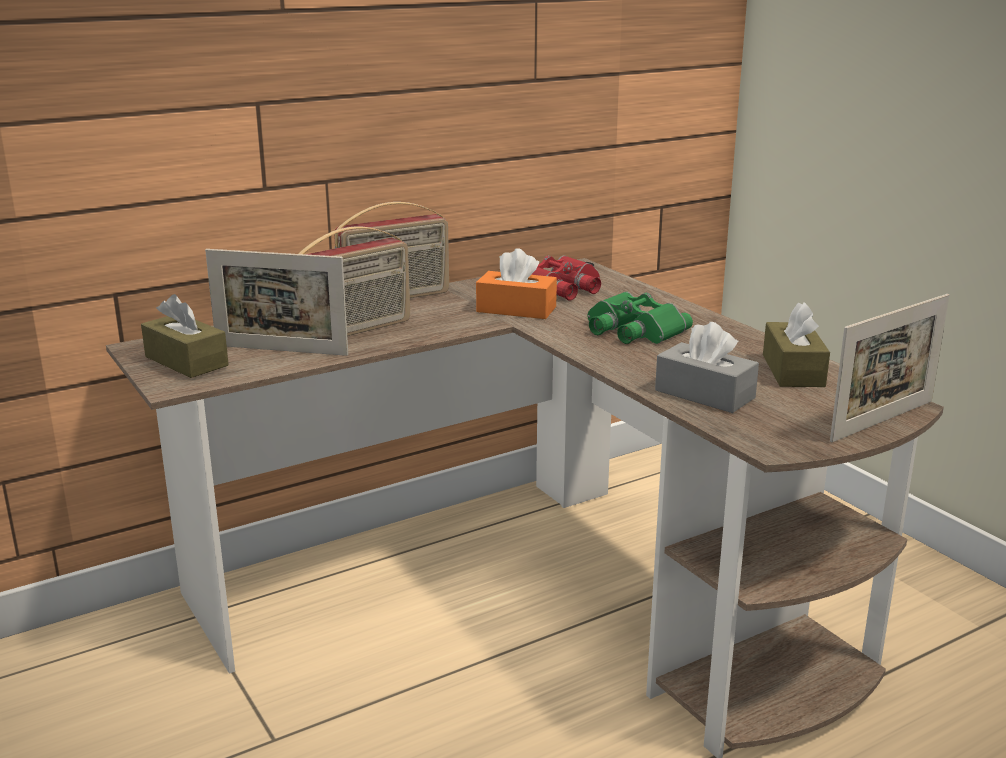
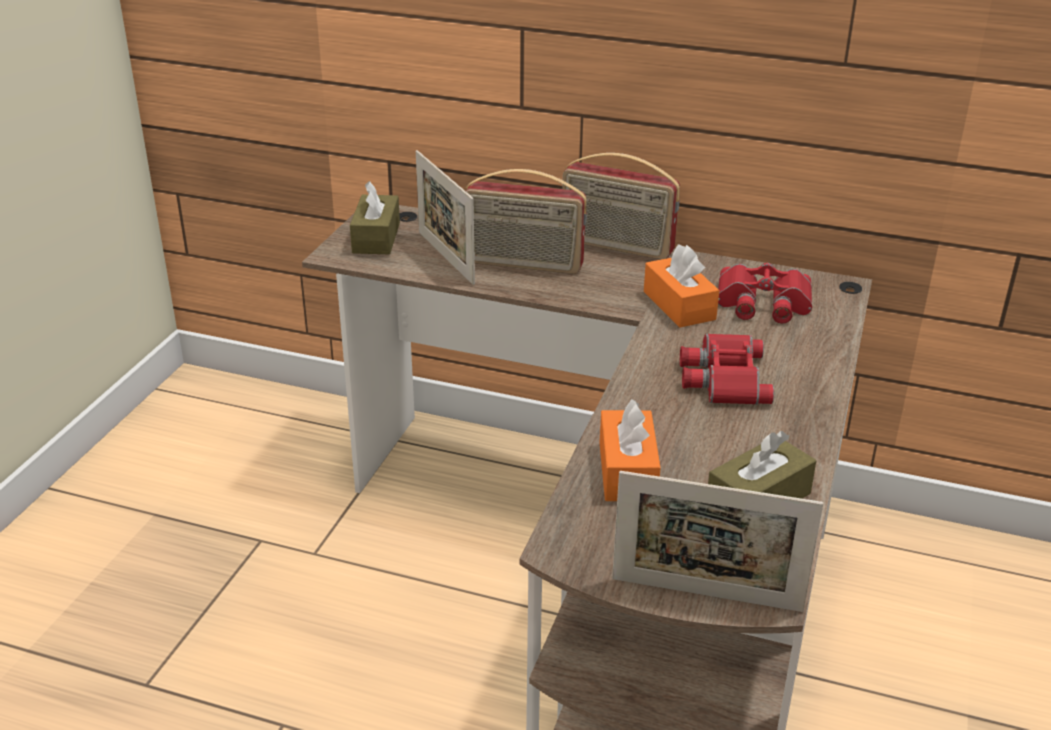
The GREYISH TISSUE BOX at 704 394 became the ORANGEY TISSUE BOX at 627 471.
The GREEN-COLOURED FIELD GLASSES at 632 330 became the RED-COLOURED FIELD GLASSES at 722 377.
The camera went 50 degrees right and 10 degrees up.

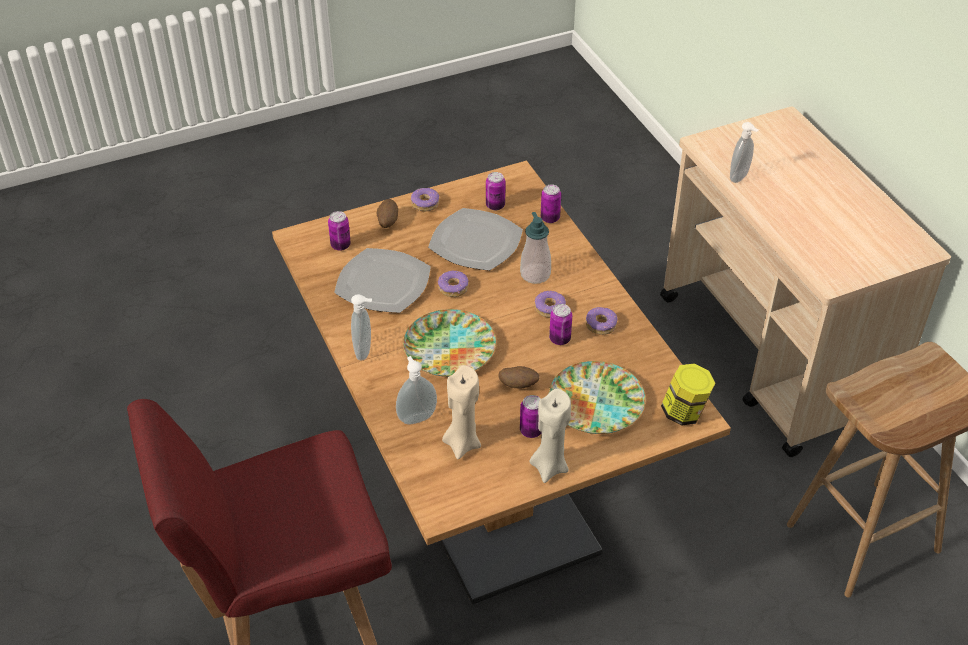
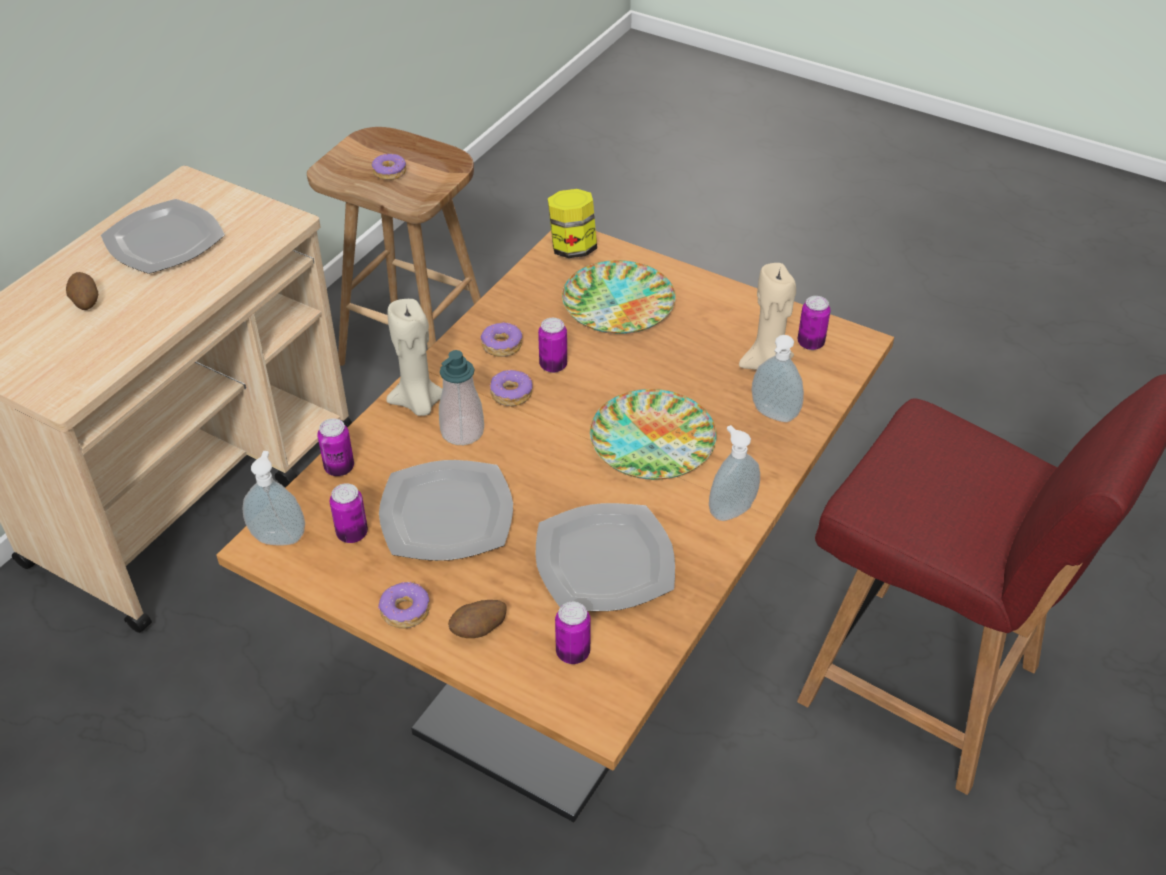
The WHOLE POTATO moved from 518 385 to 85 302.
The PLATE at 162 240 appeared.
The LIQUID SOAP BOTTLE moved from 740 177 to 279 537.
The DOUGHNUT moved from 453 288 to 390 172.
The BEIGE WAX CANDLE moved from 549 466 to 418 404.
The SEALED CAN moved from 531 431 to 810 343.
The camera went 125 degrees left and 0 degrees up.

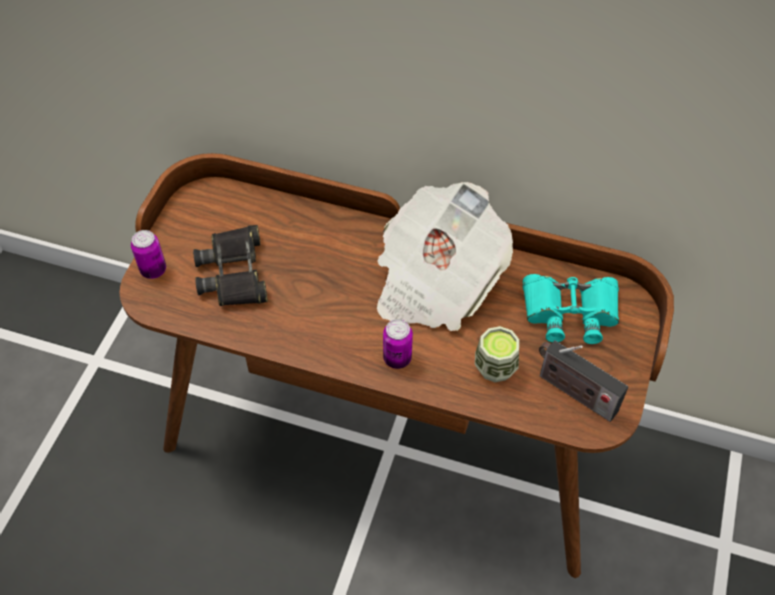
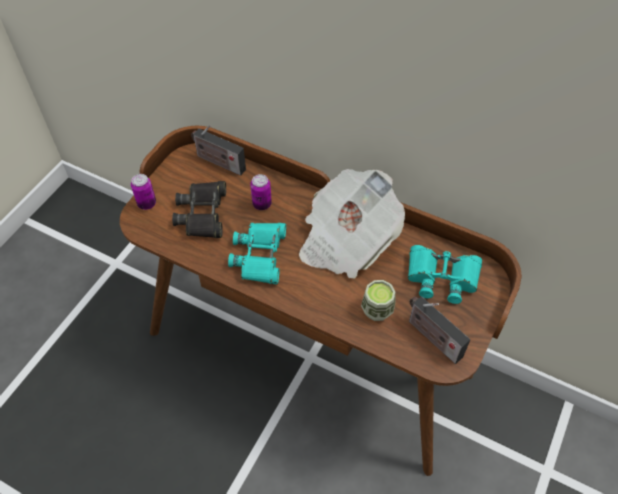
The RADIO at 218 162 appeared.
The BLUE-GREEN FIELD GLASSES at 260 256 appeared.
The SEALED CAN moved from 397 358 to 262 204.
The camera went 10 degrees right and 0 degrees up.

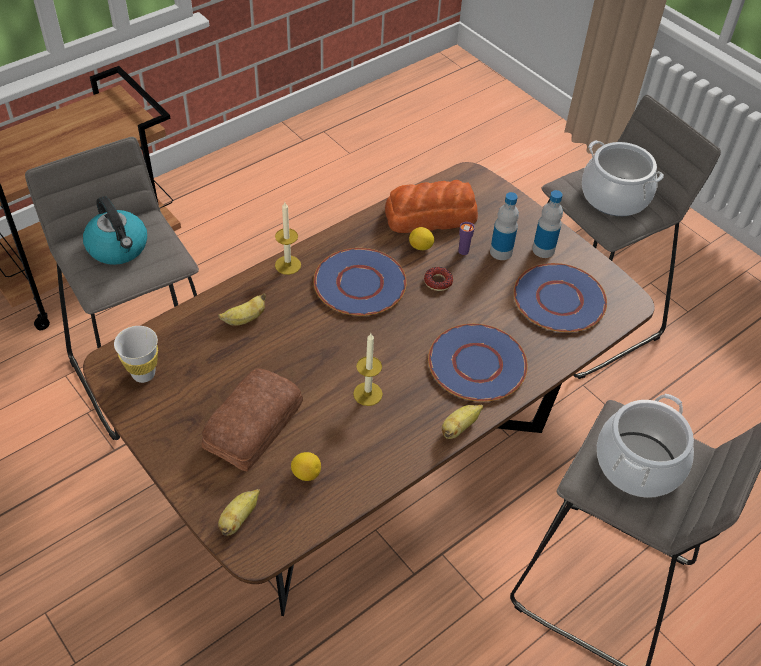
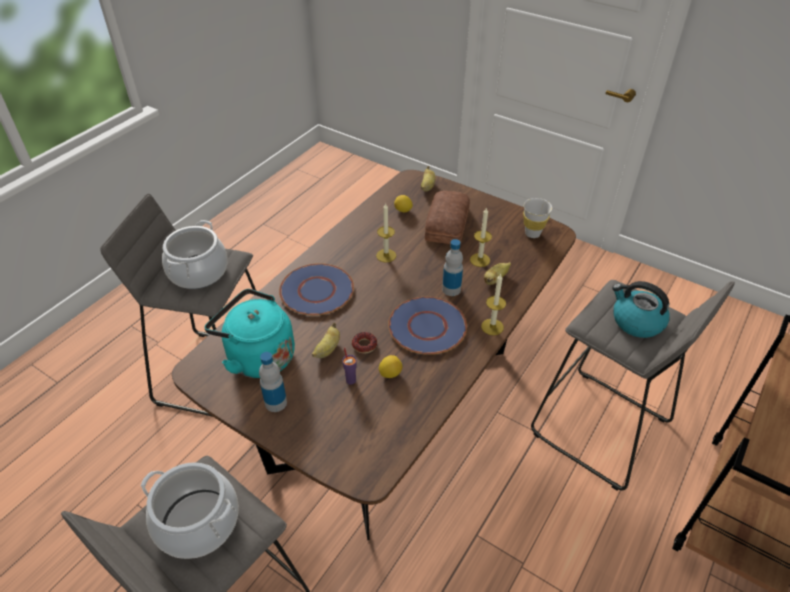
The BLUISH PLATE at 559 300 was replaced by the BLUE-GREEN TEA KETTLE at 257 356.
The BANANA FRUIT moved from 459 427 to 327 350.
The BOTTLE moved from 501 252 to 451 289.
The WAX CANDLE at 480 260 appeared.
The BREAD at 431 216 disappeared.
The camera went 165 degrees right and 5 degrees down.

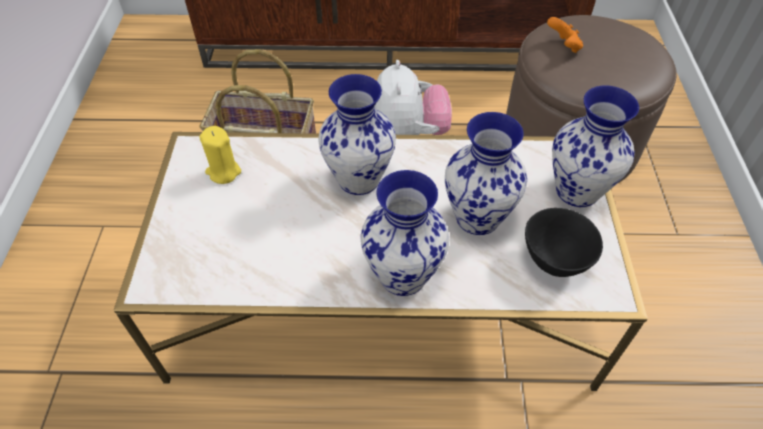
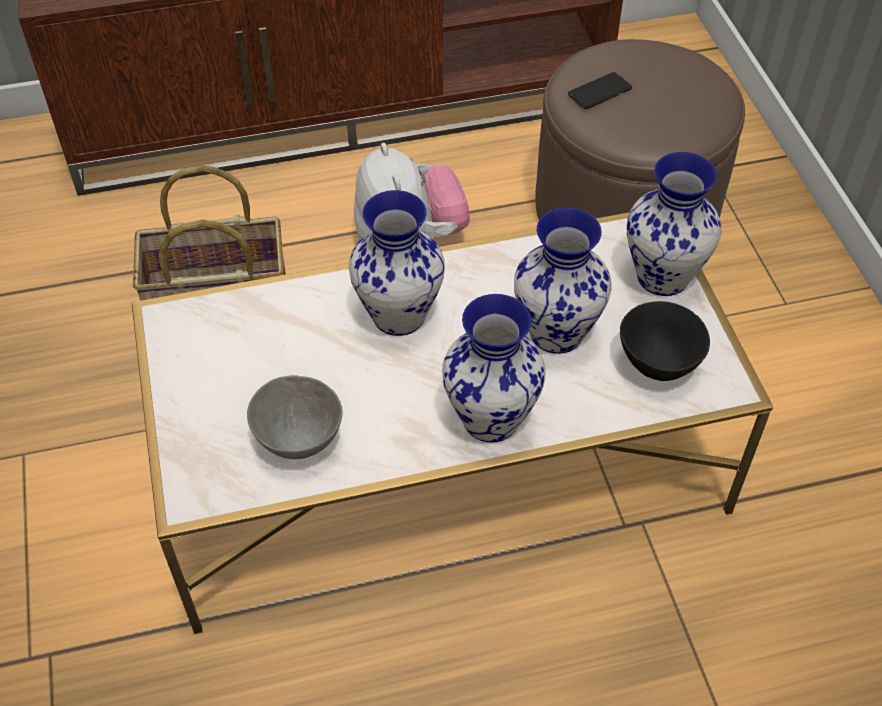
The GREYISH DEEP DISH at 298 442 appeared.
The ORANGEY GAMEPAD at 563 46 was replaced by the TELEPHONE at 599 92.
The YELLOW WAX CANDLE at 223 172 disappeared.
The camera went 15 degrees left and 0 degrees up.

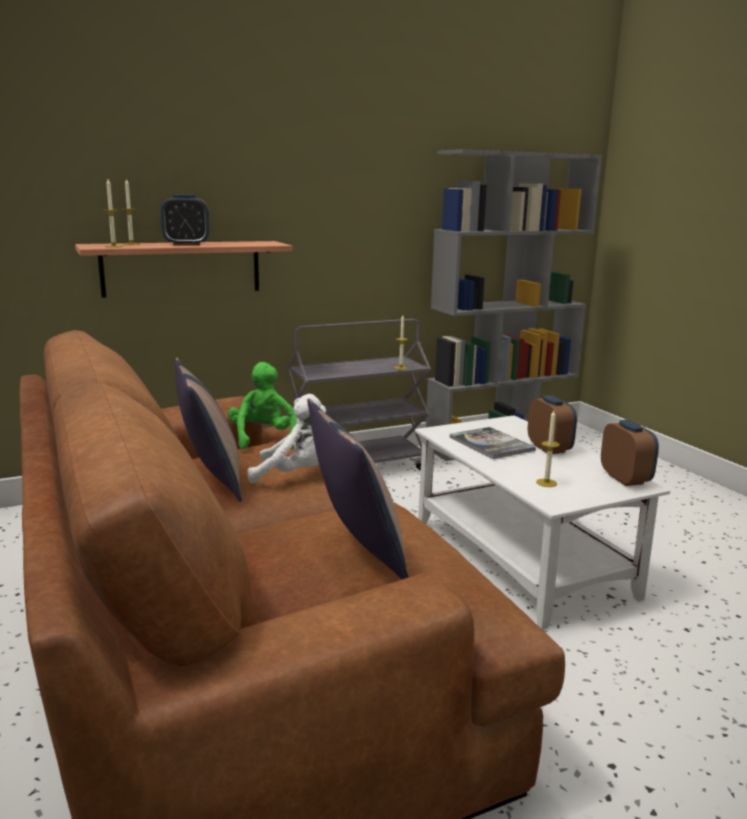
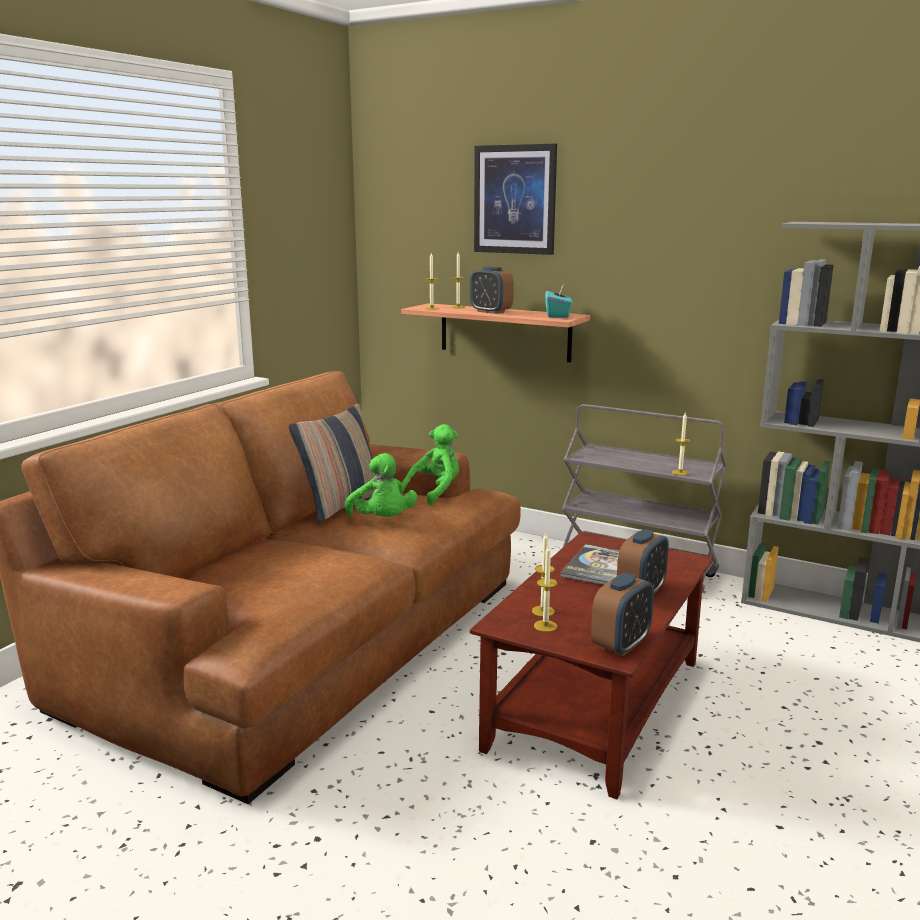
The WHITISH CUDDLY TOY at 295 475 became the GREEN-COLOURED CUDDLY TOY at 382 521.
The WHITISH LOW TABLE at 518 557 became the BROWN LOW TABLE at 596 702.
The WALL ART at 515 199 appeared.
The WAX CANDLE at 545 626 appeared.
The BLUE-GREEN TISSUE BOX at 558 315 appeared.
The PILLOW at 356 553 disappeared.
The camera went 55 degrees right and 0 degrees up.

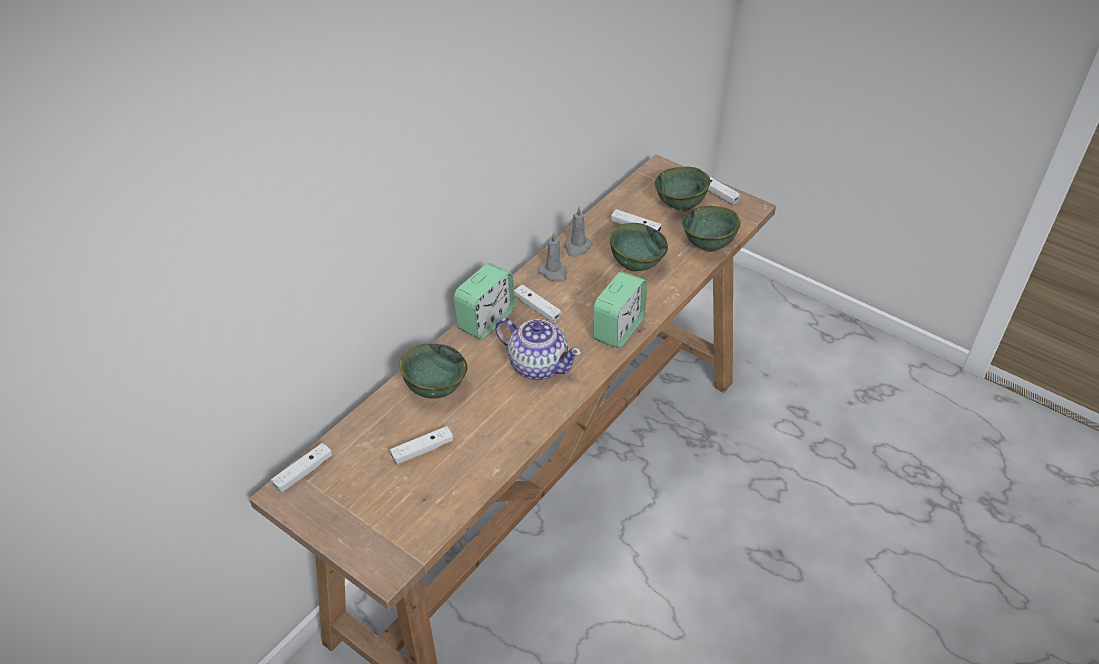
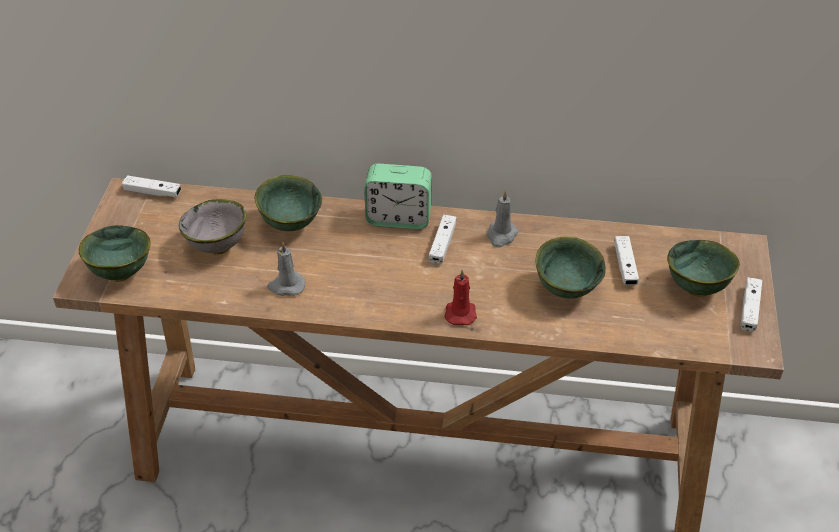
The GREEN-COLOURED DEEP DISH moved from 708 246 to 119 272.
The WHITISH GAMEPAD at 422 450 was replaced by the GREYISH DEEP DISH at 217 247.
The GREYISH WAX CANDLE moved from 577 247 to 286 286.
The BEDSIDE CLOCK at 618 329 was replaced by the RED-COLOURED WAX CANDLE at 460 312.
The POT FOR TEA at 537 364 disappeared.
The camera went 60 degrees right and 0 degrees up.

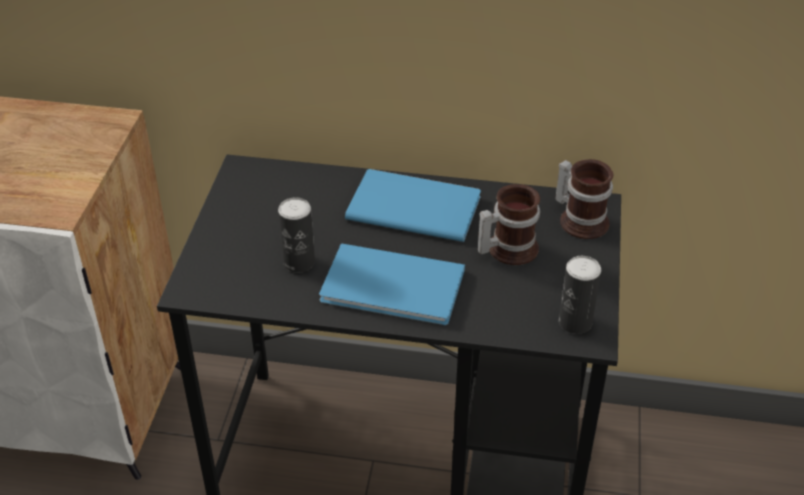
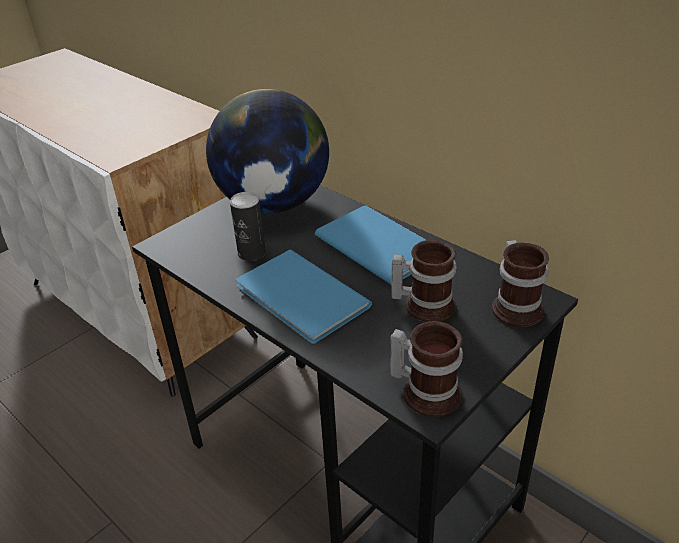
The WORLD GLOBE at 274 204 appeared.
The SEALED CAN at 575 322 was replaced by the MUG at 427 390.
The camera went 35 degrees right and 5 degrees down.

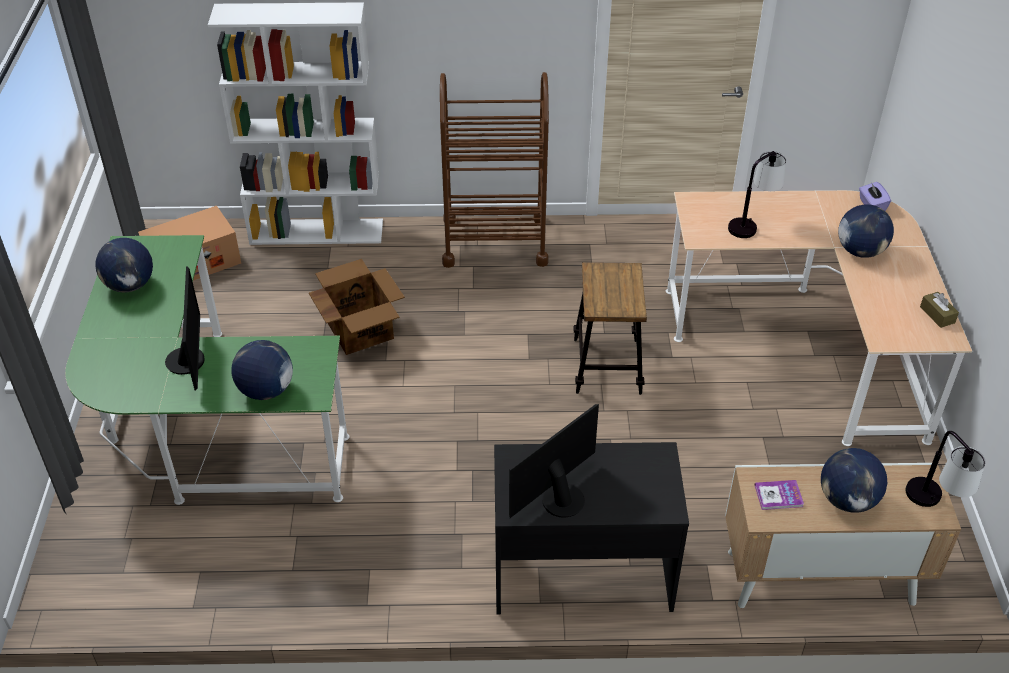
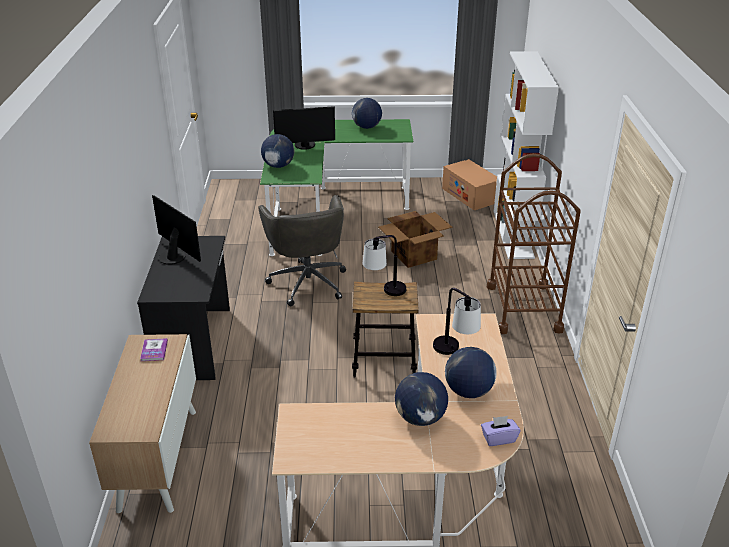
The GREYISH DESK CHAIR at 308 281 appeared.
The TABLETOP LAMP moved from 933 506 to 384 292.
The WORLD GLOBE moved from 847 500 to 468 391.
The BROWN TISSUE BOX at 937 315 disappeared.
The camera went 90 degrees right and 10 degrees down.

